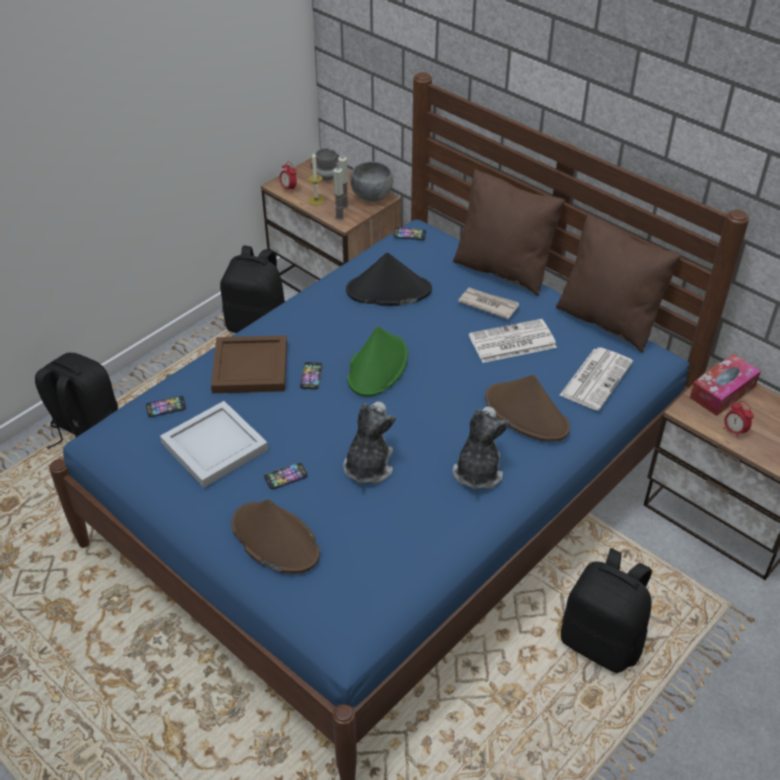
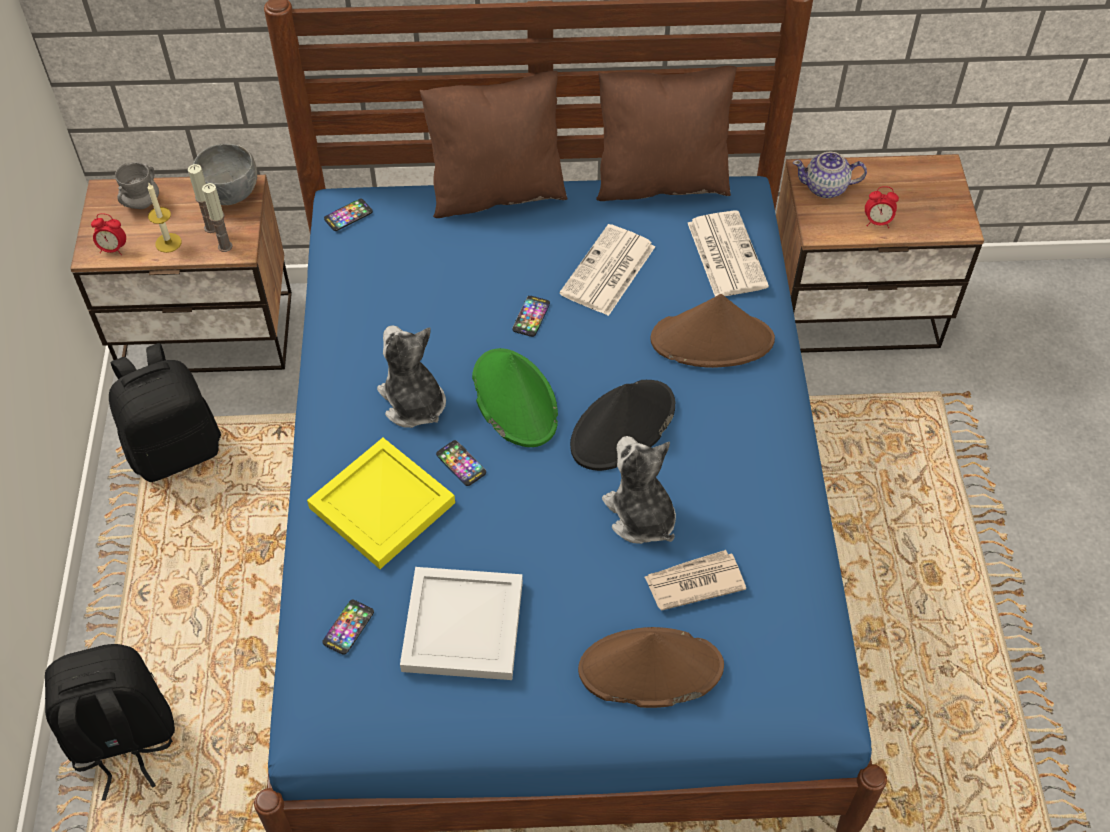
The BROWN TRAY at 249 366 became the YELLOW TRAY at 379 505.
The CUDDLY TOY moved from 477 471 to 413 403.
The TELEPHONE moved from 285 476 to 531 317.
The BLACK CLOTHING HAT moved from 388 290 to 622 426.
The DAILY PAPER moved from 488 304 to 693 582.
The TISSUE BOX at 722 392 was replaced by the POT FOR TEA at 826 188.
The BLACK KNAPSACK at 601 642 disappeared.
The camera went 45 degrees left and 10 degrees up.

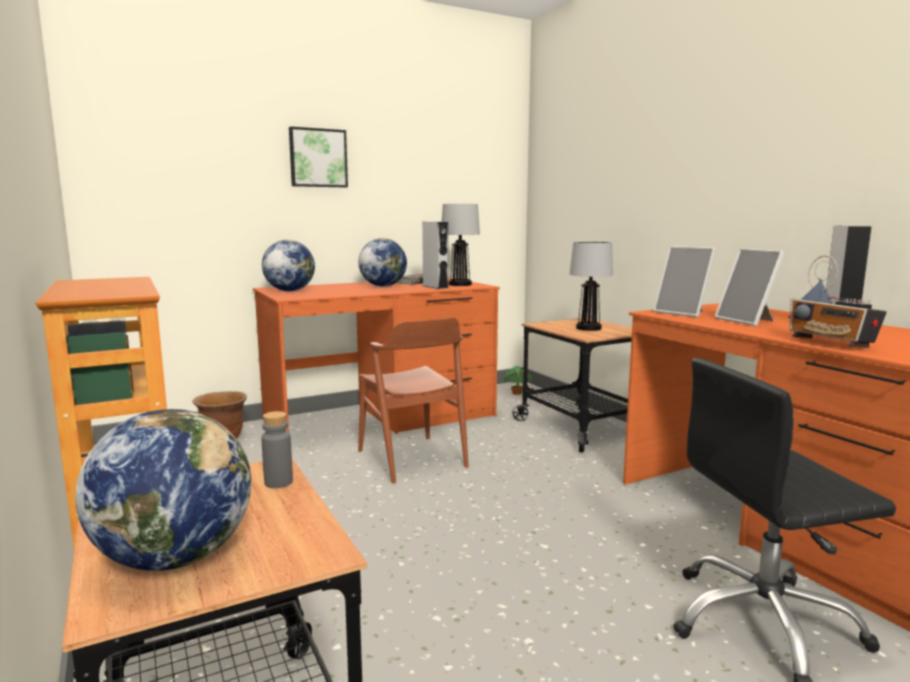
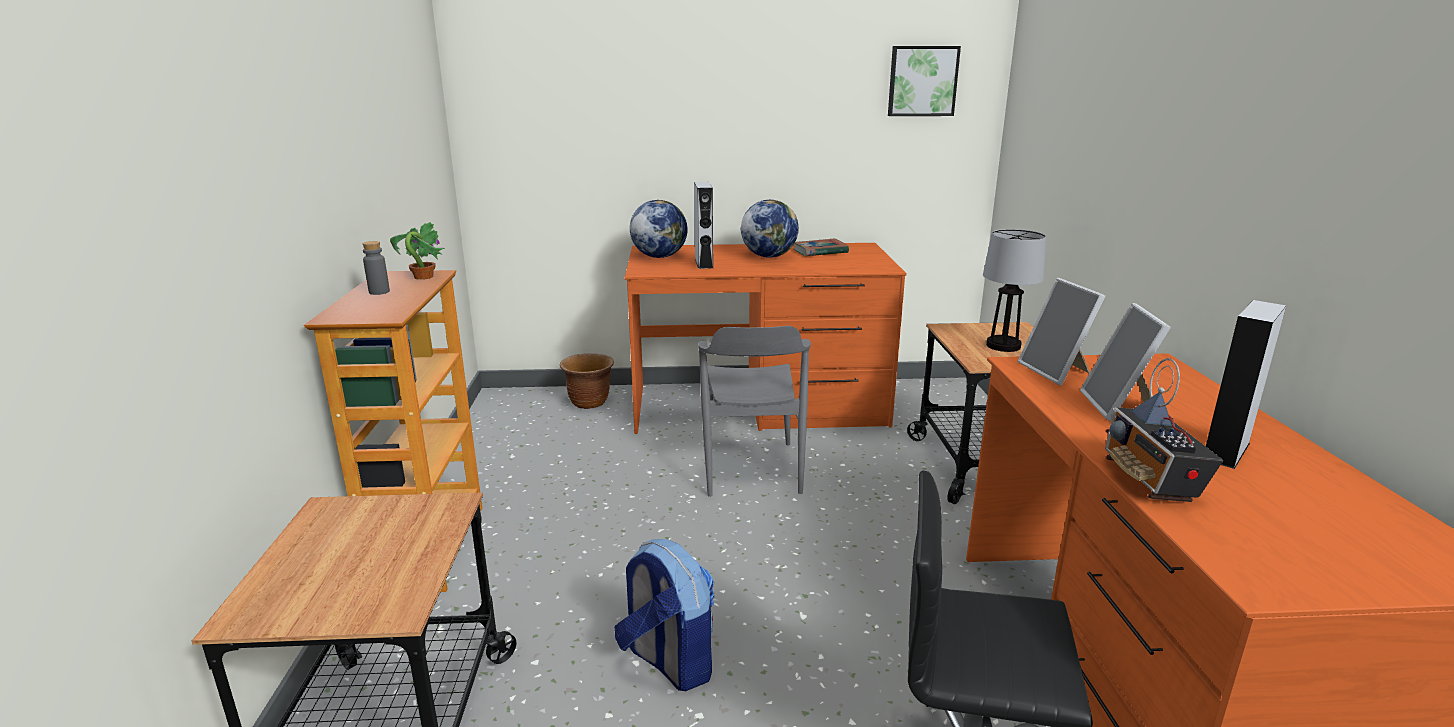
The GREYISH BOTTLE moved from 278 482 to 379 292.
The PLANT IN A POT moved from 516 393 to 423 277.
The KNAPSACK at 668 662 appeared.
The GREYISH AUDIO SPEAKER moved from 435 287 to 704 263.
The BROWN PLAIN CHAIR at 412 458 became the GREYISH PLAIN CHAIR at 750 468.
The WALL ART moved from 318 158 to 922 81.
The WORLD GLOBE at 175 557 disappeared.
The TABLETOP LAMP at 460 284 disappeared.
The camera went 25 degrees right and 10 degrees up.

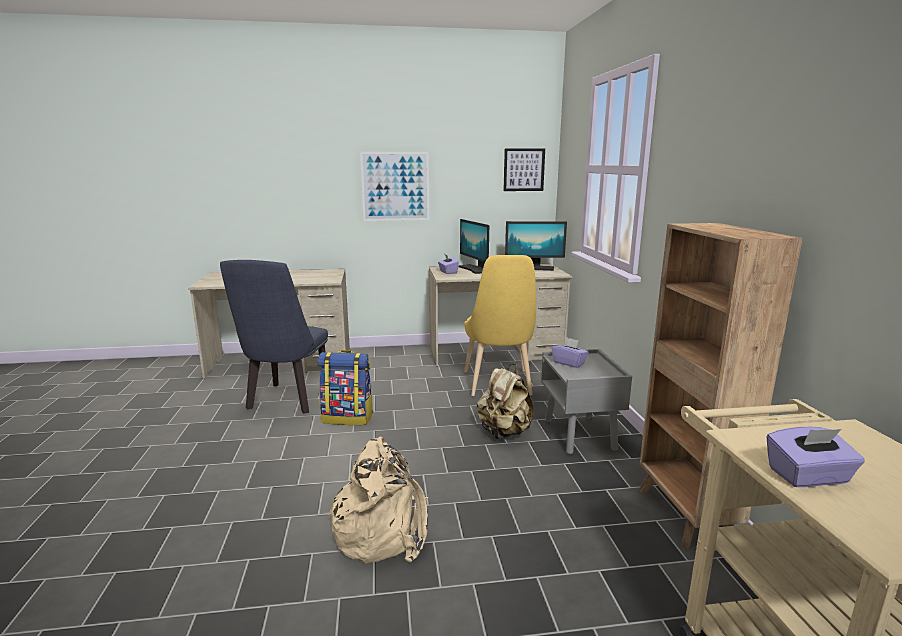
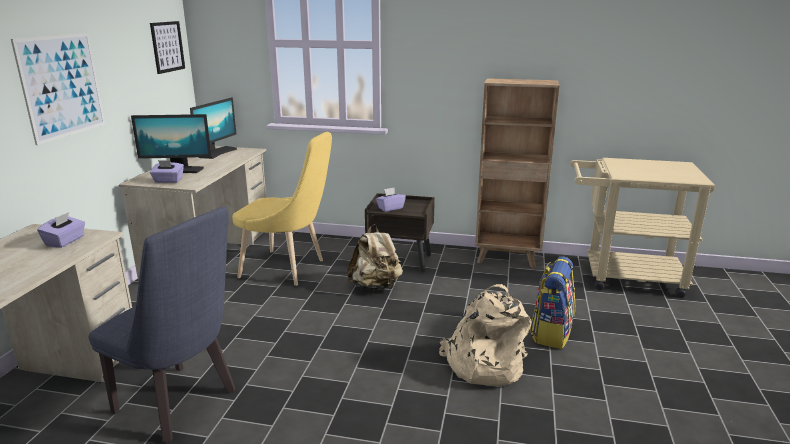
The PURPLISH TISSUE BOX moved from 808 476 to 65 241.
The GREYISH BEDSIDE TABLE at 580 435 became the BROWN BEDSIDE TABLE at 401 260.
The KNAPSACK moved from 348 417 to 551 333.
The camera went 70 degrees left and 5 degrees up.

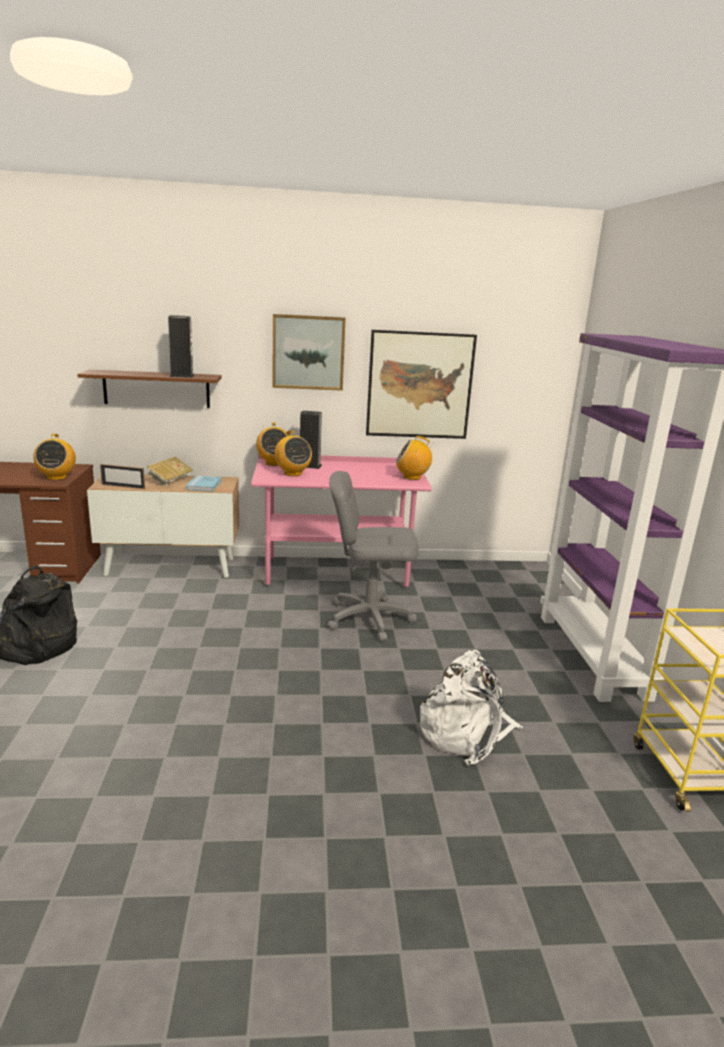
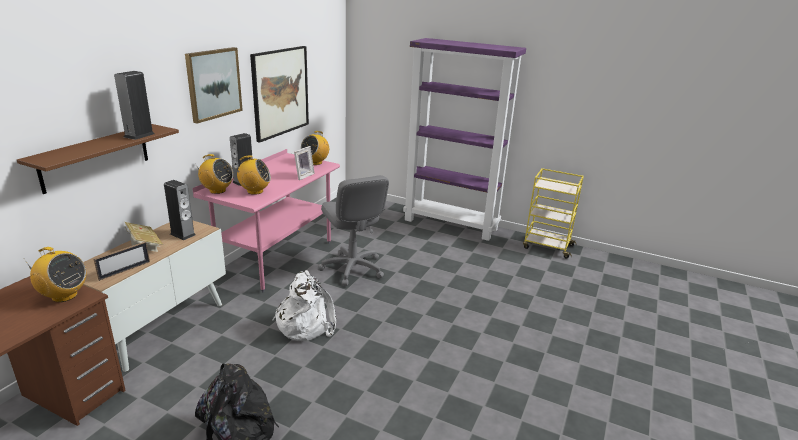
The BLUISH BOUND BOOK at 204 485 was replaced by the AUDIO SPEAKER at 182 234.
The WHITISH KNAPSACK moved from 466 732 to 306 324.
The PHOTO FRAME at 303 176 appeared.
The GREYISH DESK CHAIR at 369 618 turned 60 degrees counterclockwise.
The camera went 60 degrees left and 5 degrees up.

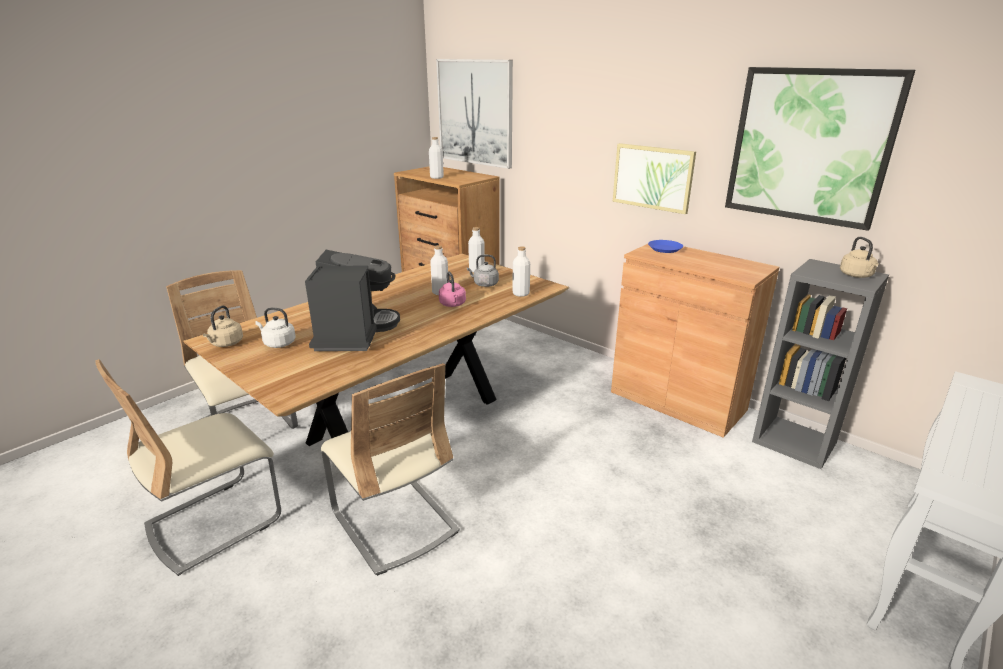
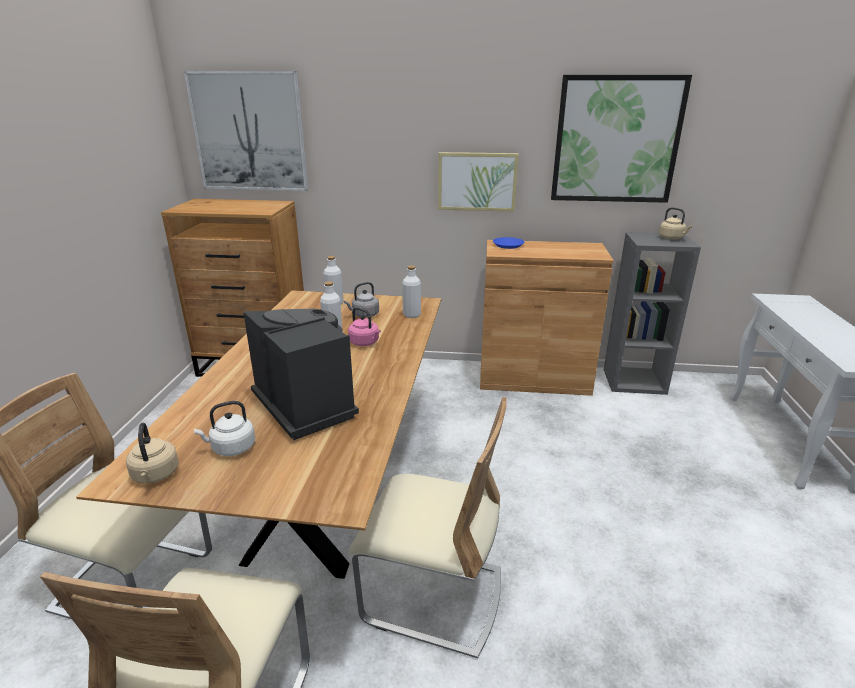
The WHITISH BOTTLE at 436 177 disappeared.
The camera went 35 degrees left and 0 degrees up.

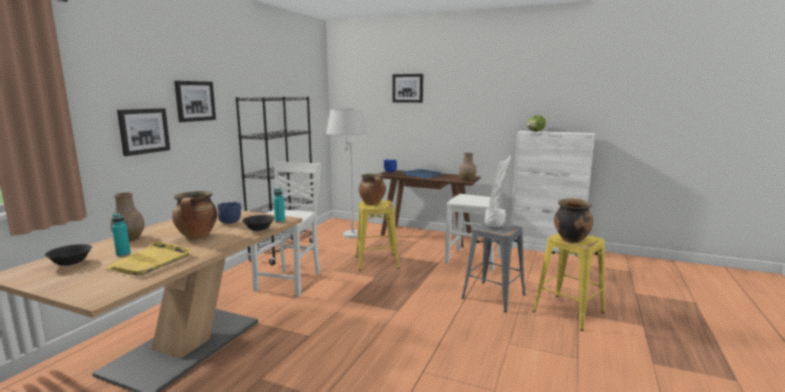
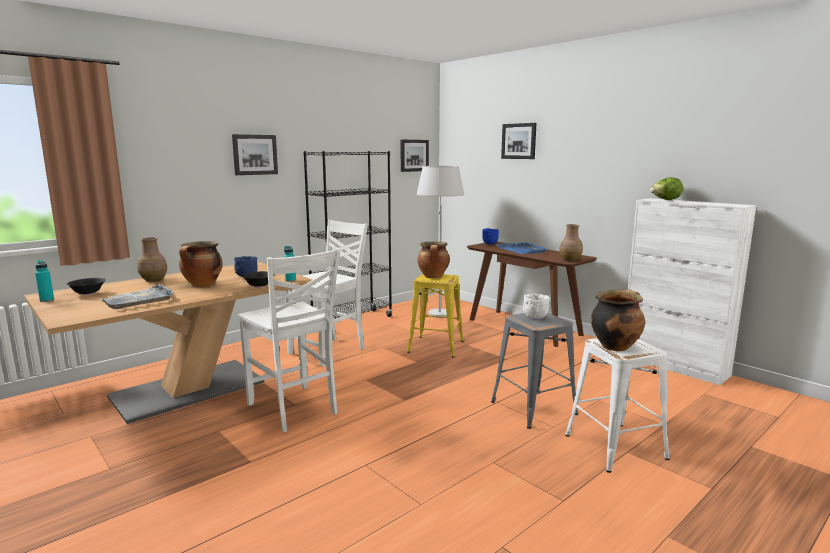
The BLUE-GREEN BOTTLE moved from 123 254 to 47 300.
The YELLOW TRAY at 151 261 became the GREYISH TRAY at 139 300.
The WHITISH PLAIN CHAIR moved from 475 260 to 293 409.
The WALL ART moved from 143 131 to 414 155.
The YELLOW SITTING STOOL at 569 311 became the WHITISH SITTING STOOL at 616 446.
The camera went 25 degrees right and 0 degrees up.

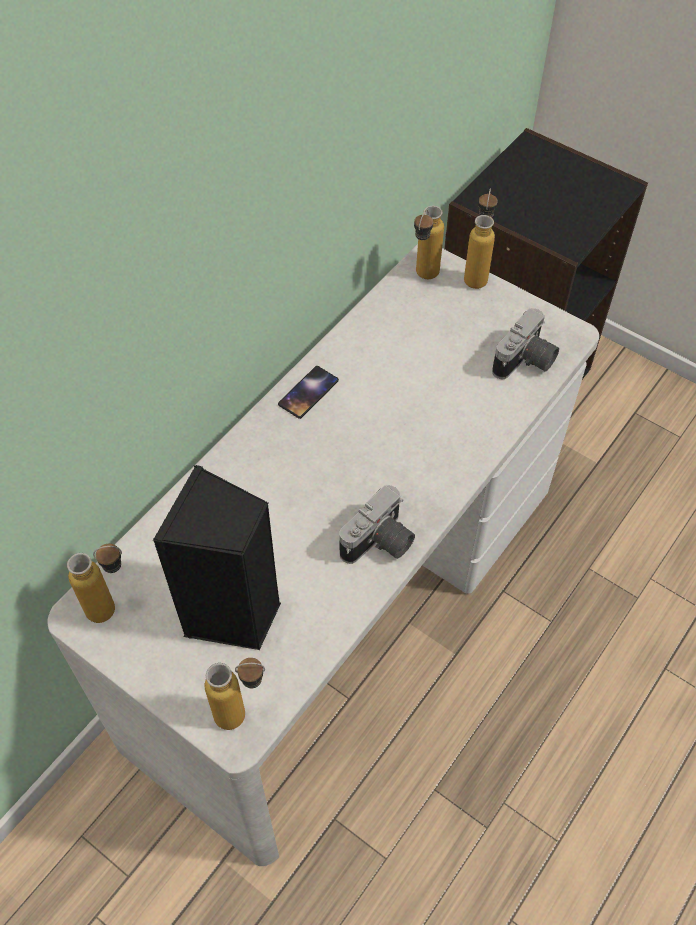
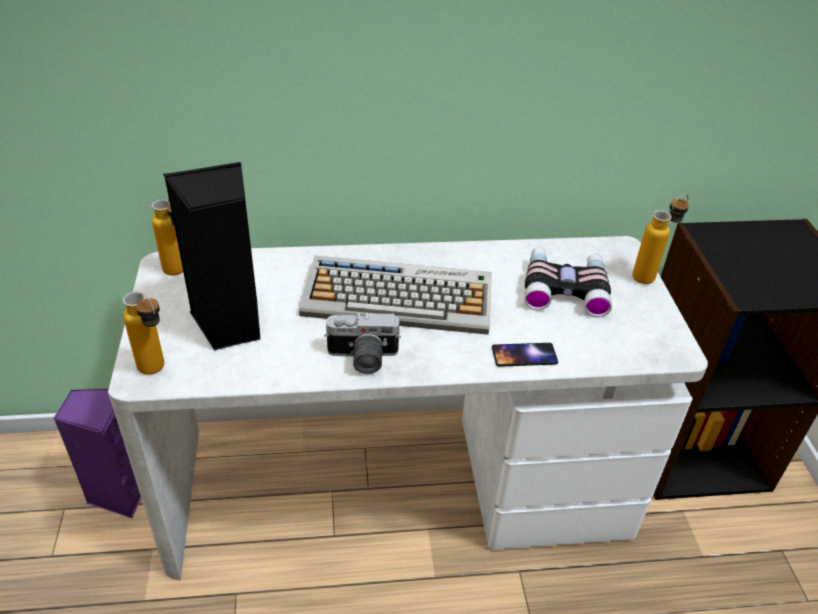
The PURPLISH AUDIO SPEAKER at 119 492 appeared.
The PC KEYBOARD at 400 297 appeared.
The TELEPHONE moved from 308 392 to 524 355.
The FIELD GLASSES at 565 288 appeared.
The BOTTLE at 423 278 disappeared.
The PHOTO CAMERA at 525 362 disappeared.
The camera went 45 degrees right and 15 degrees down.

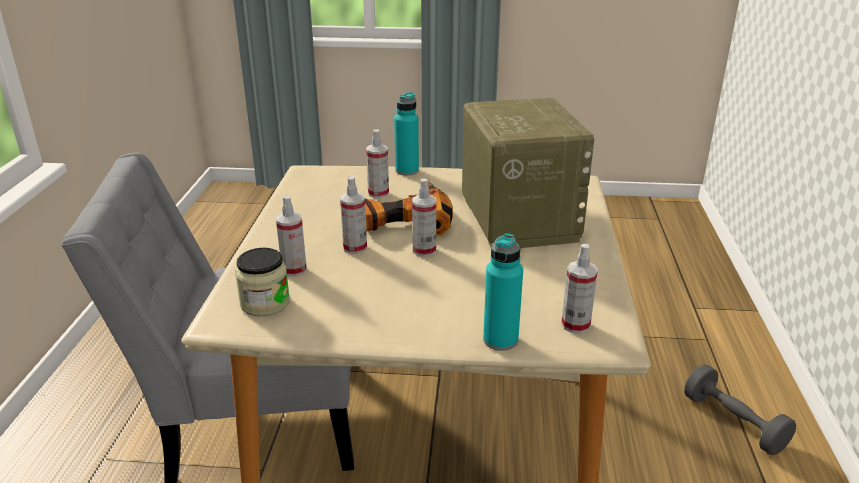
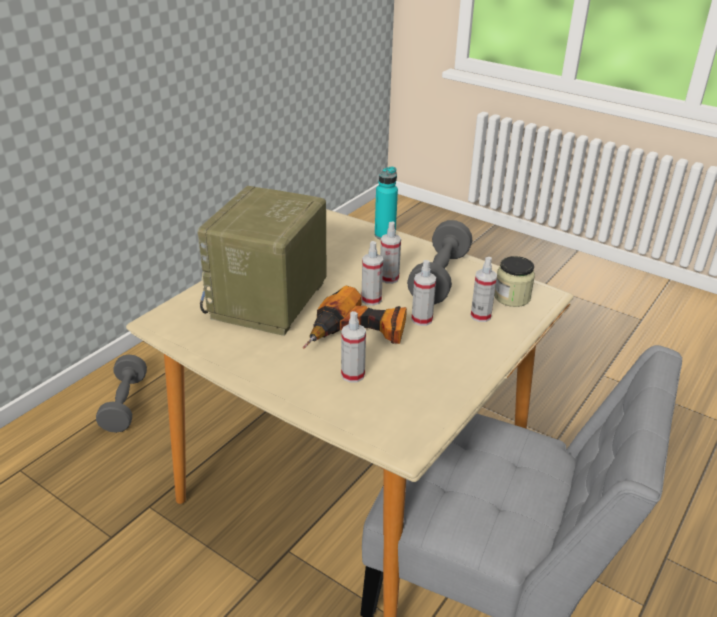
The SPRAY BOTTLE moved from 575 325 to 389 278.
The GREYISH FREE WEIGHT at 439 278 appeared.
The BLUE-GREEN BOTTLE at 407 171 disappeared.
The camera went 150 degrees left and 5 degrees up.

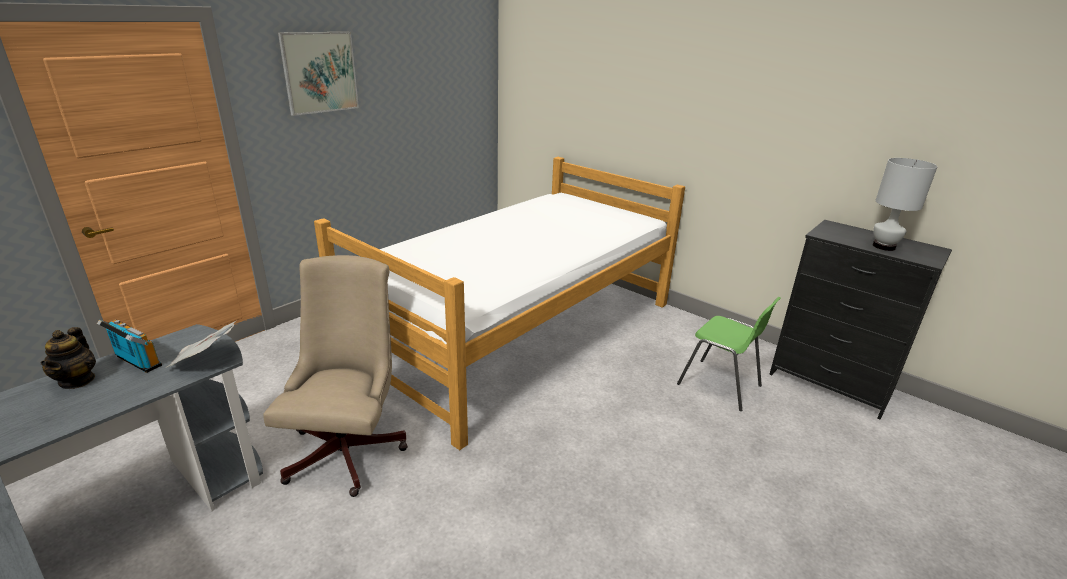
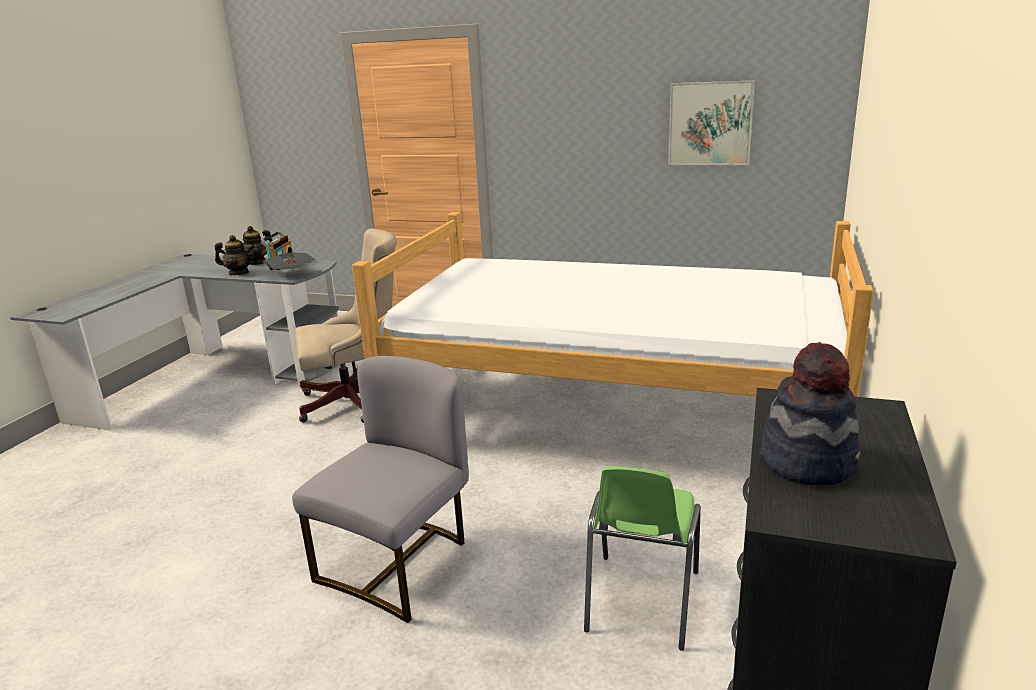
The POT FOR TEA at 239 273 appeared.
The GREYISH PLAIN CHAIR at 399 564 appeared.
The WALL ART moved from 320 72 to 710 123.
The WHITISH TABLETOP LAMP at 883 246 was replaced by the CLOTHING HAT at 808 461.
The camera went 70 degrees right and 5 degrees down.

